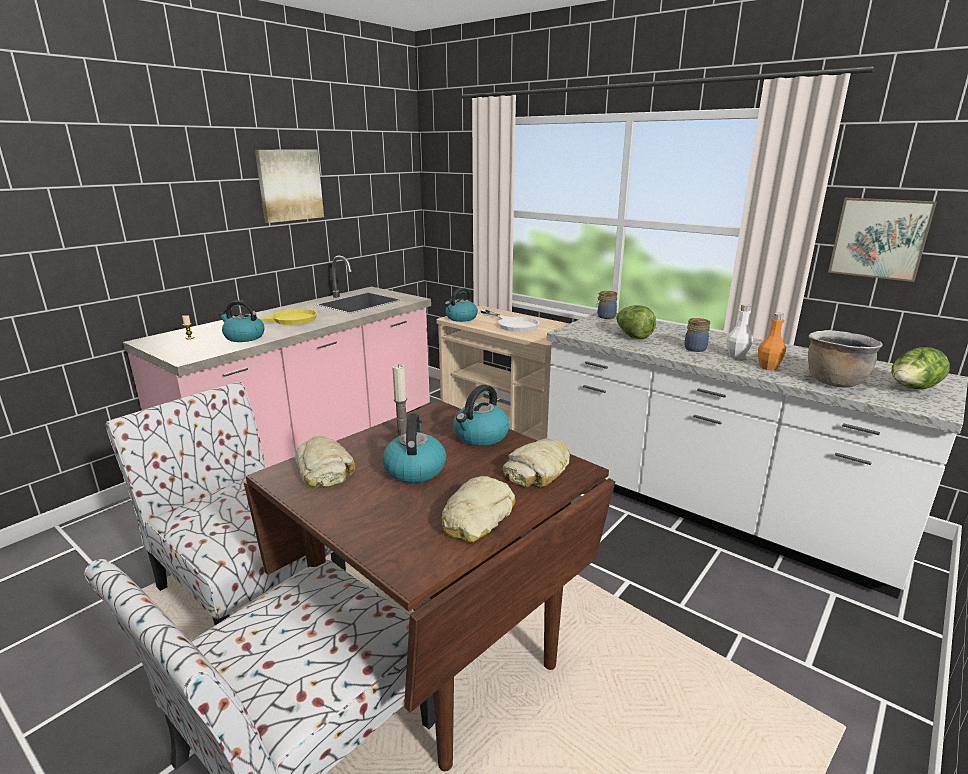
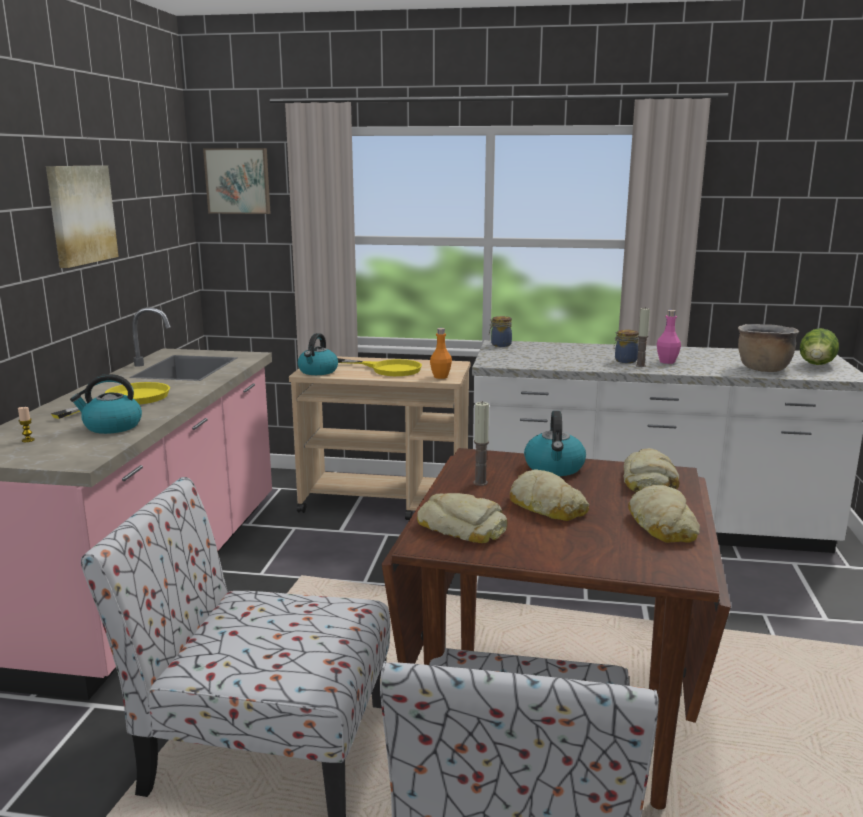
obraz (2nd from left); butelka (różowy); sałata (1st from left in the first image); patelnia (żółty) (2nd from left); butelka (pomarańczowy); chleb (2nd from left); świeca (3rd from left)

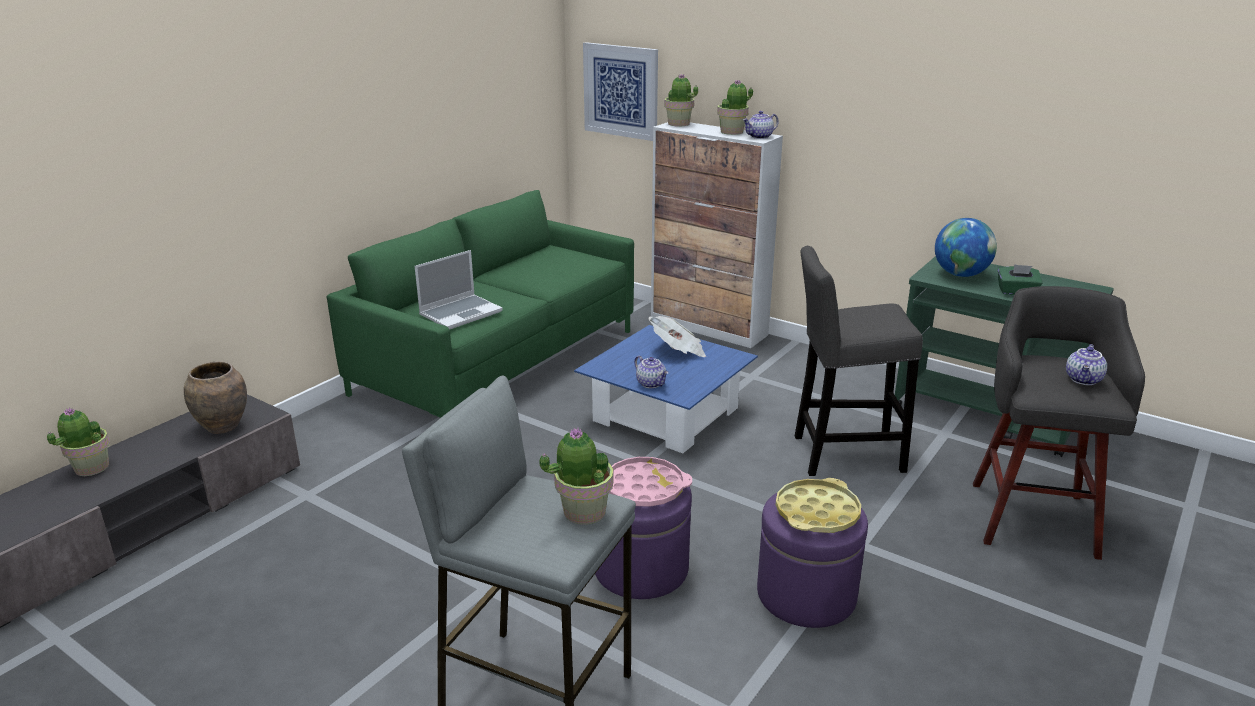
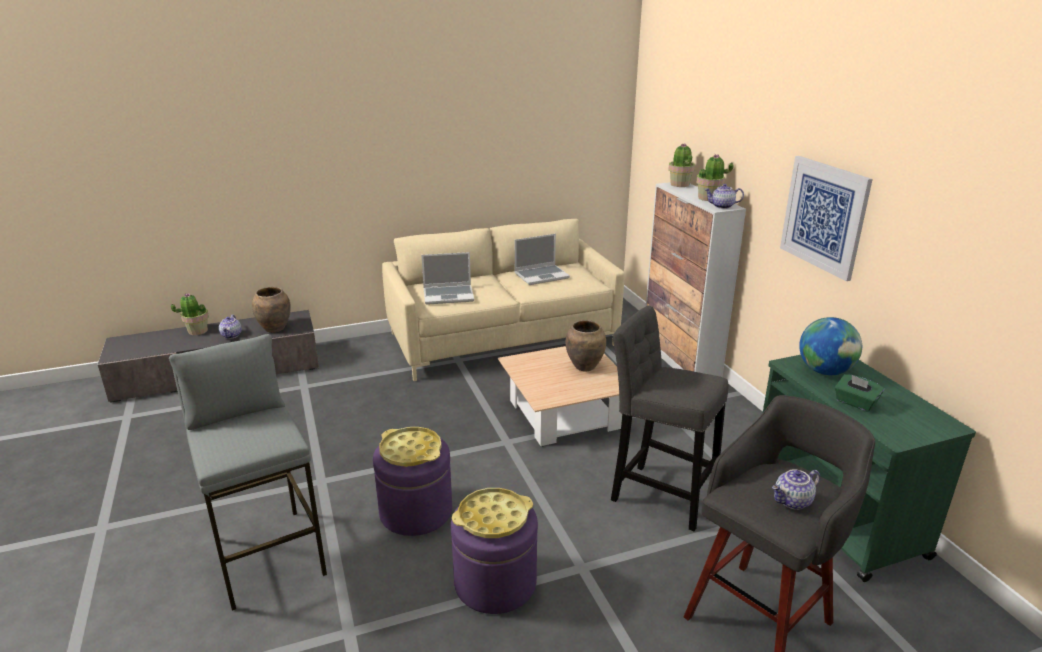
obraz; kanapa (beżowy); wazon (brązowy) (2nd from left); ława (beżowy); imbryk (1st from left); roślina doniczkowa (2nd from left in the first image); taca (żółty) (1st from left); laptop (2nd from left)

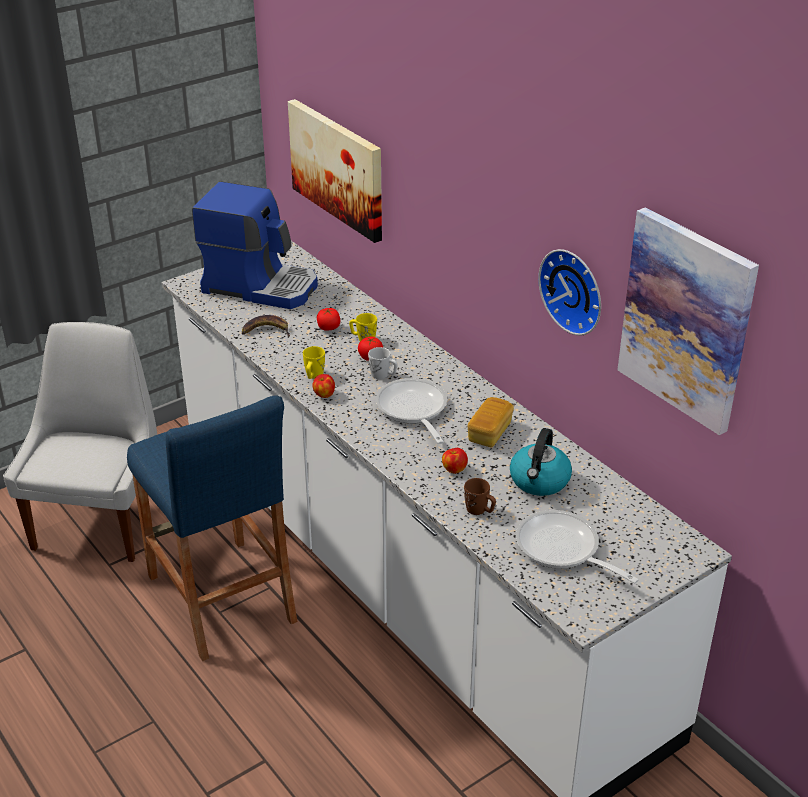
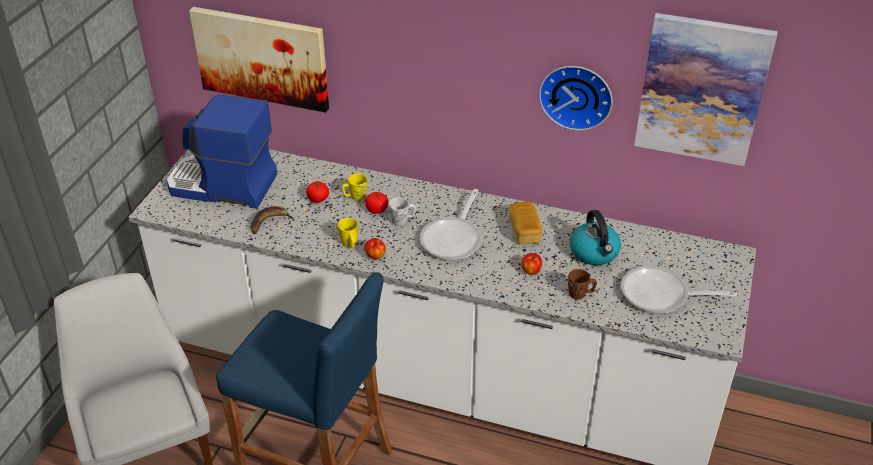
ekspres do kawy; patelnia (1st from left)

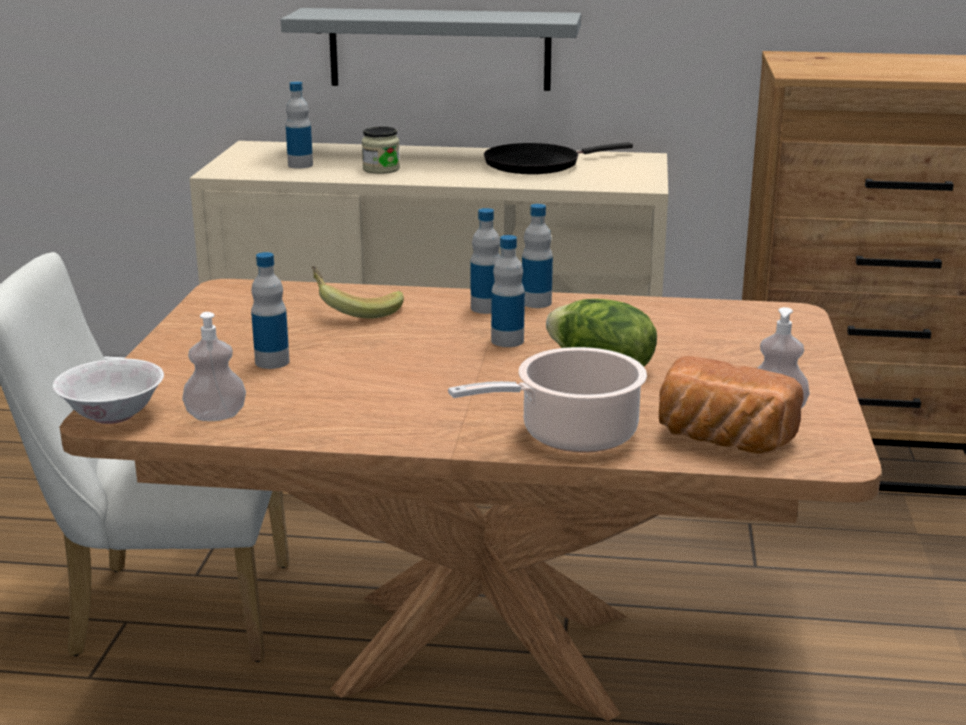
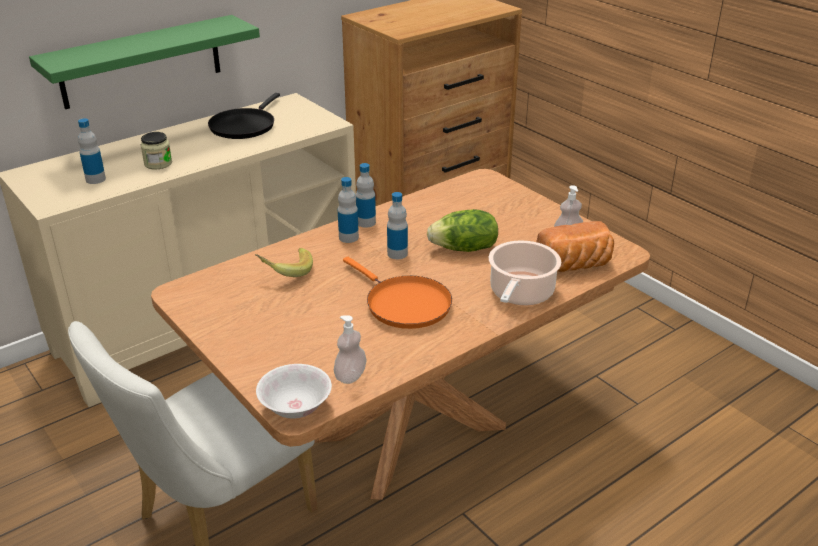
półka (zielony); butelka (1st from left in the first image); patelnia (pomarańczowy)

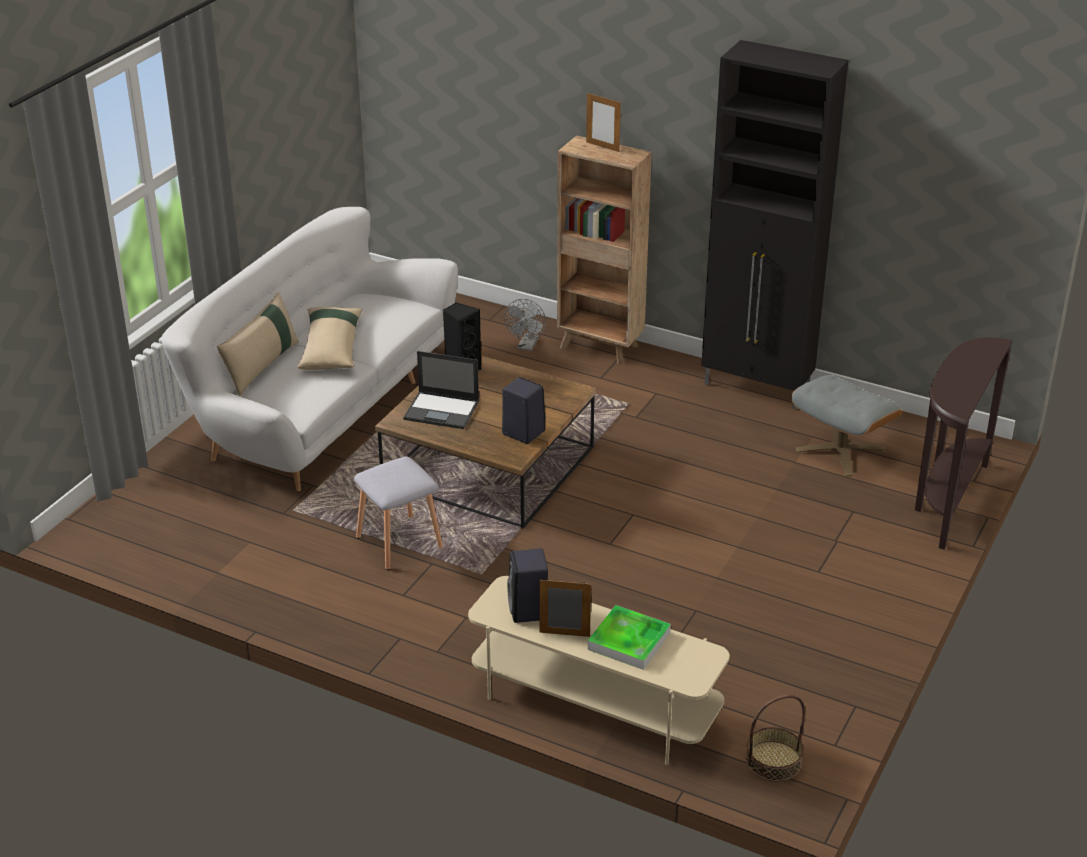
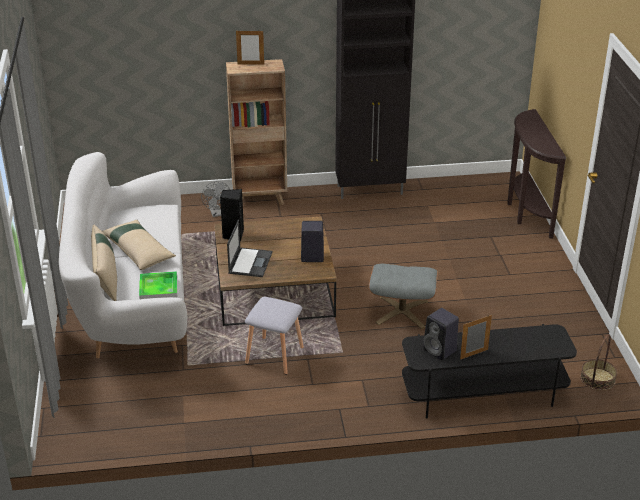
laptop; pufa (szary); szafka pod telewizor (czarny); taca

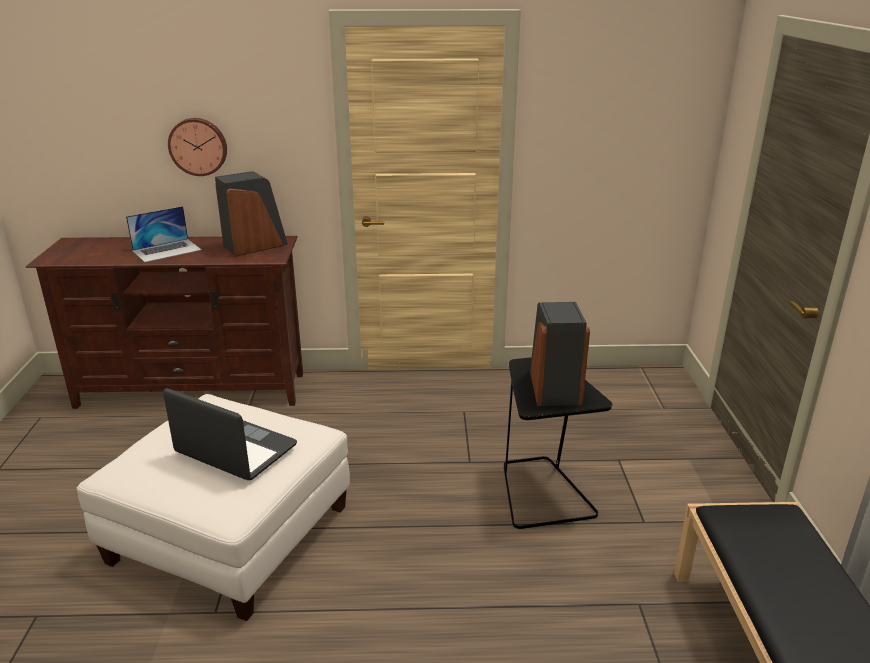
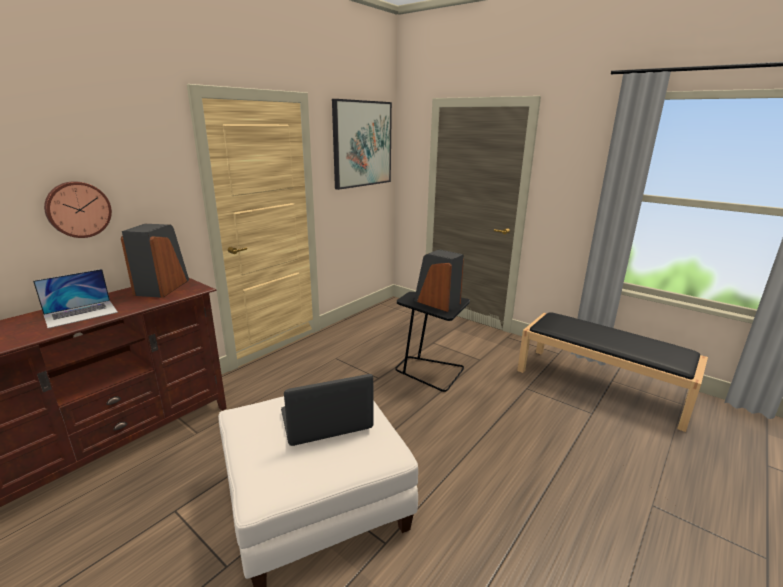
laptop (1st from left); obraz

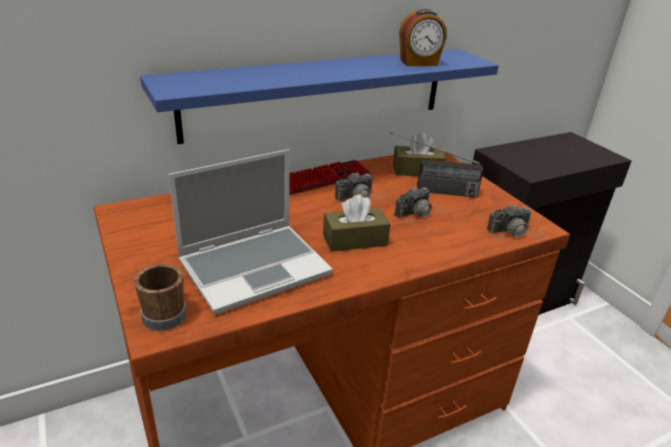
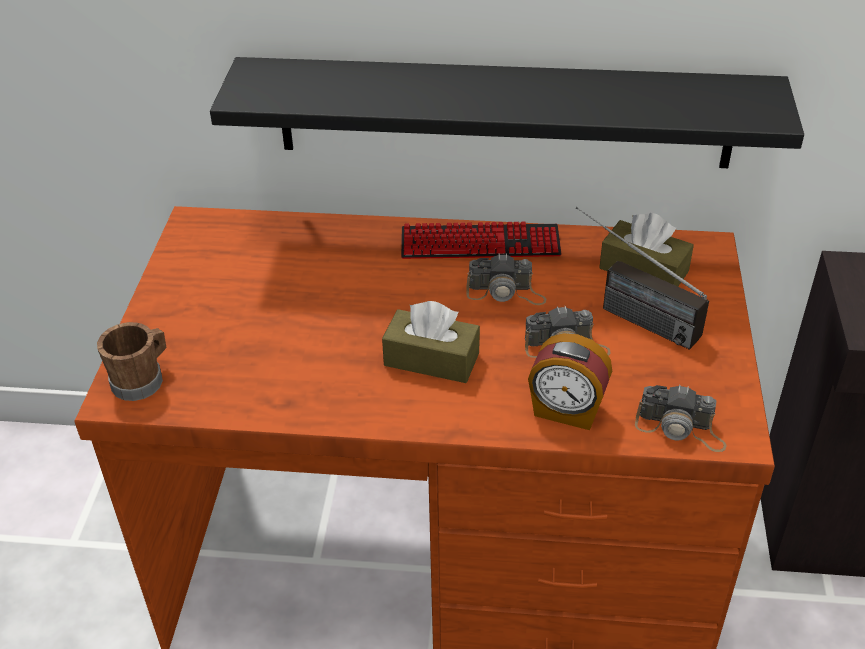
budzik; półka (czarny); laptop

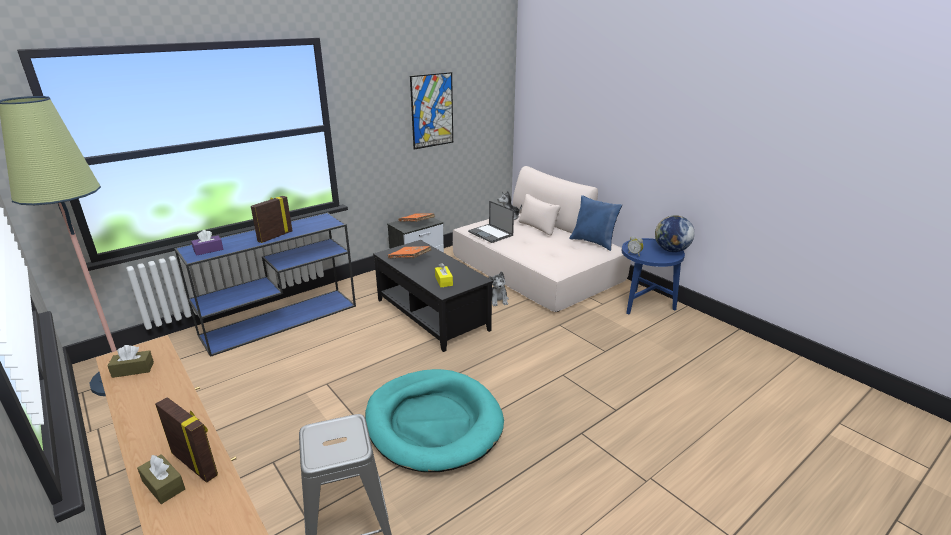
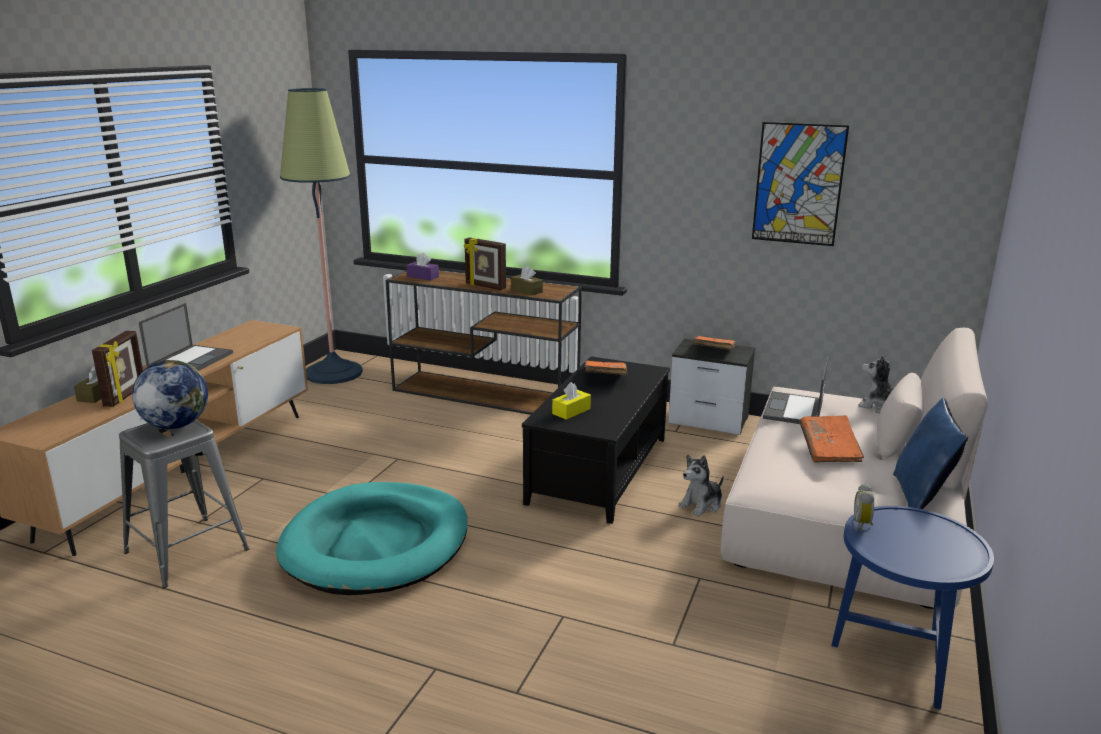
ramka na zdjęcie (2nd from left); stolik konsolowy (brązowy); globus; pudełko chusteczek (brązowy) (2nd from left); laptop (1st from left); książka (pomarańczowy) (3rd from left)

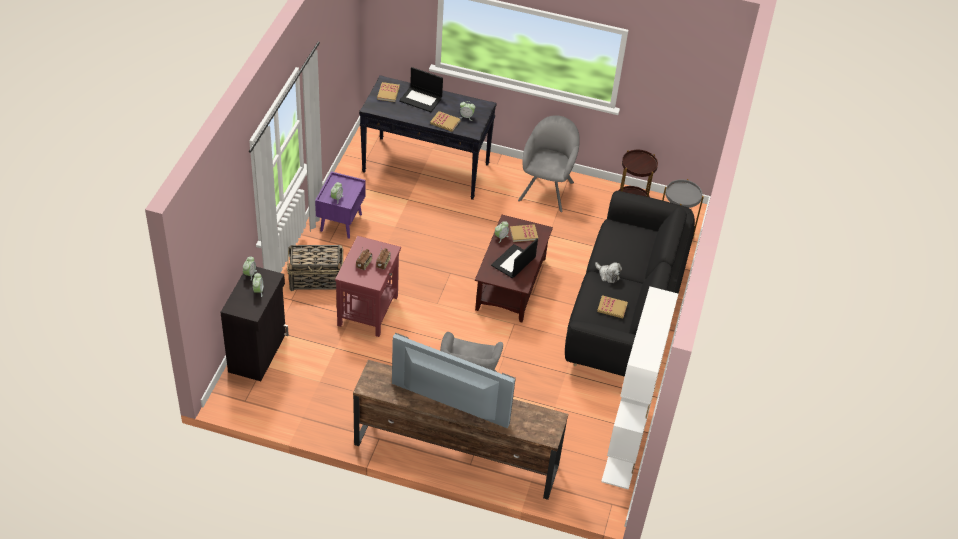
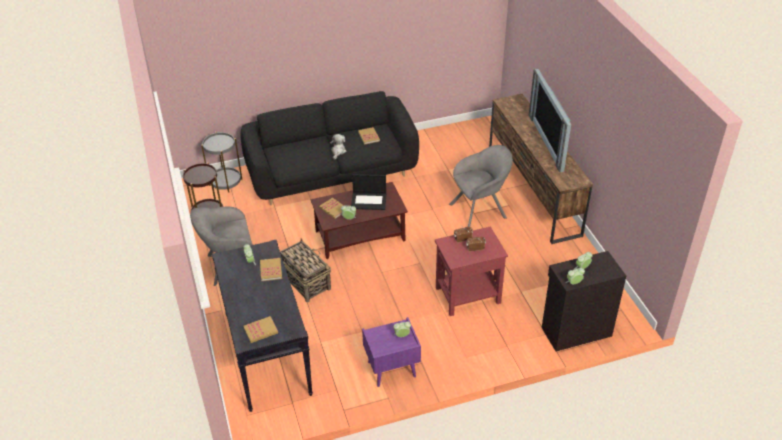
laptop (1st from left in the first image); koszyk; regał (biały)

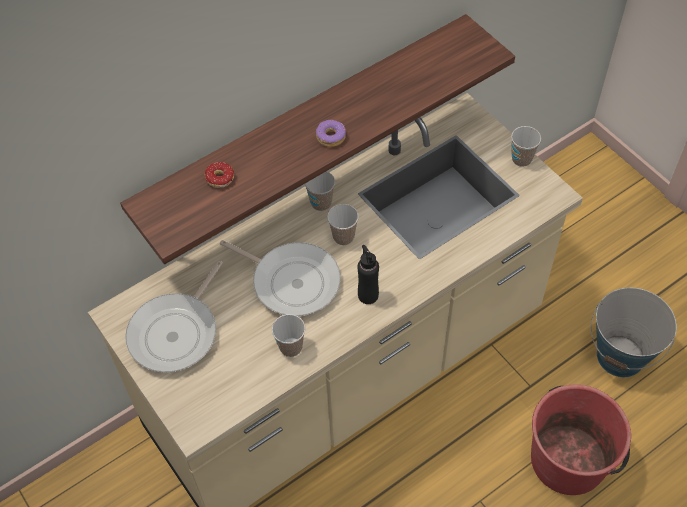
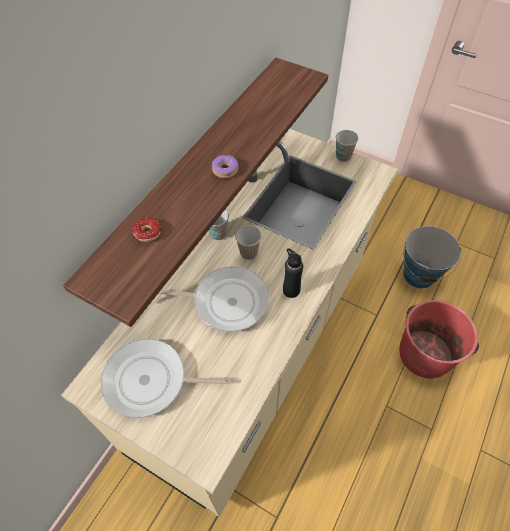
patelnia (1st from left); filiżanka (1st from left in the first image)

